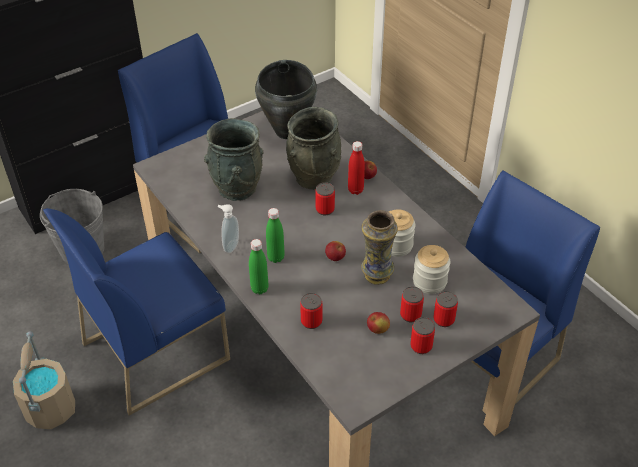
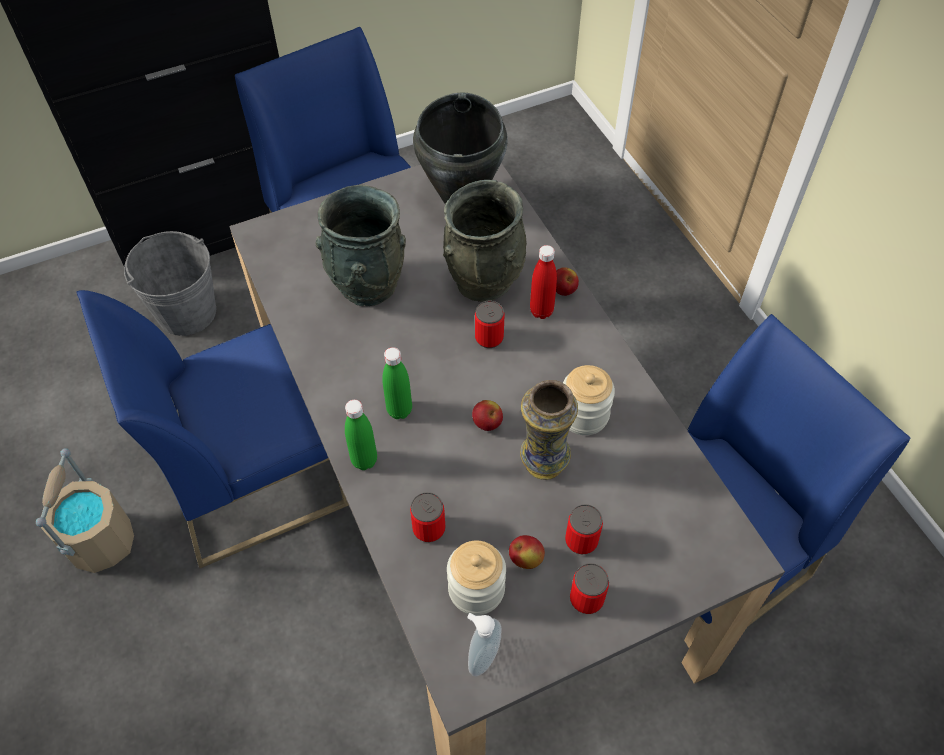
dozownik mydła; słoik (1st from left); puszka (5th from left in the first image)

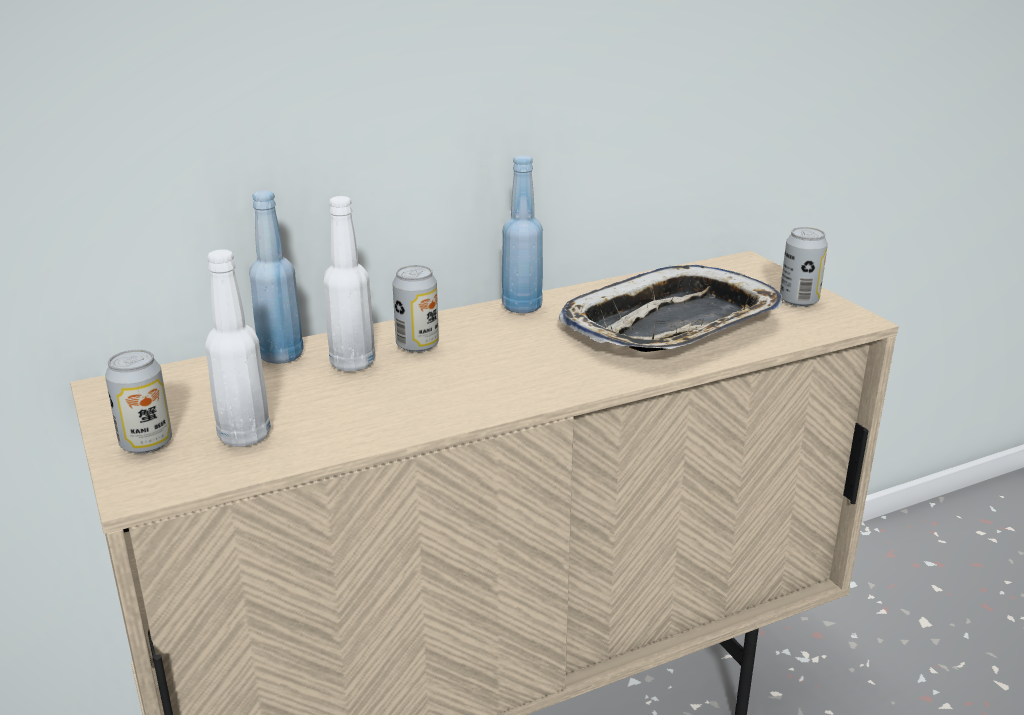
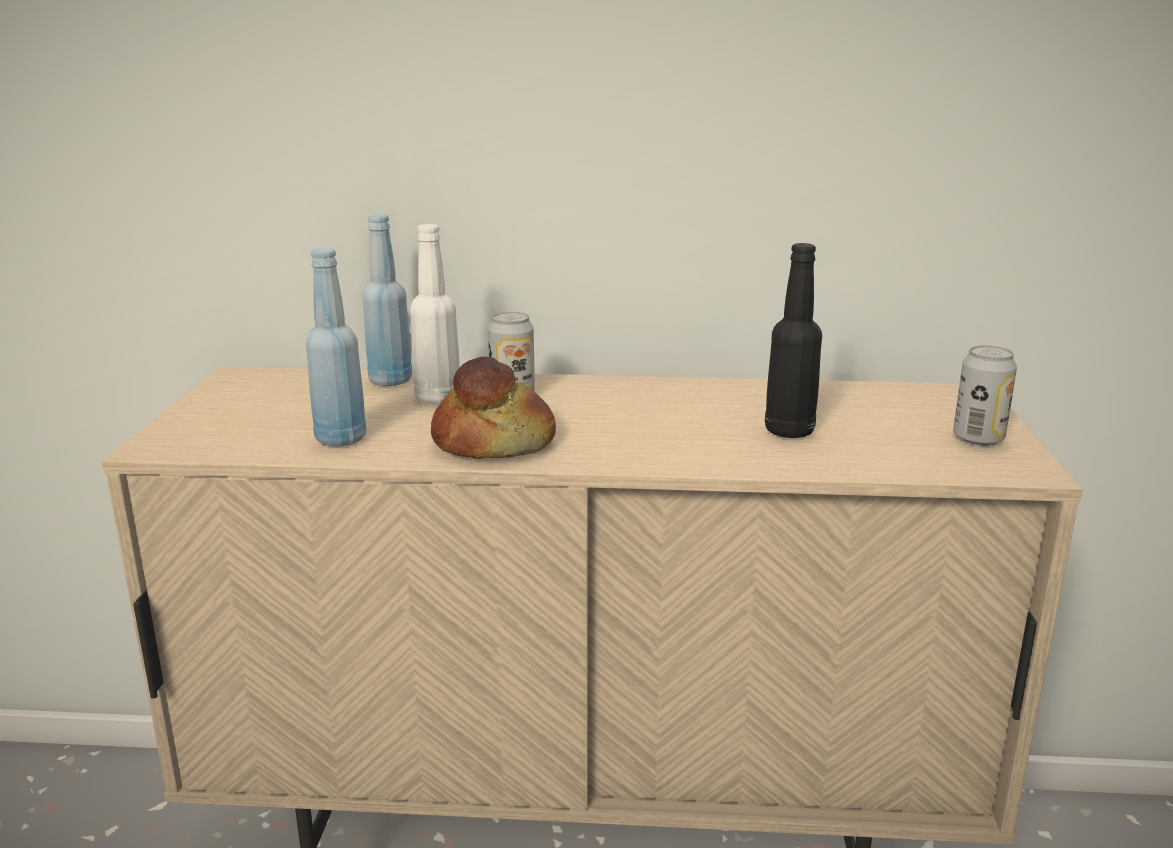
butelka (niebieski) (1st from left); butelka (biały) (1st from left in the first image); butelka (czarny); puszka (1st from left in the first image); chleb

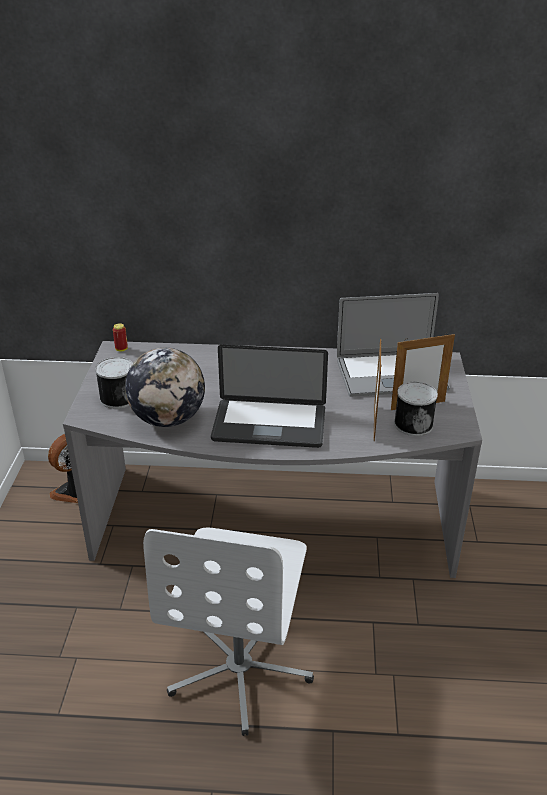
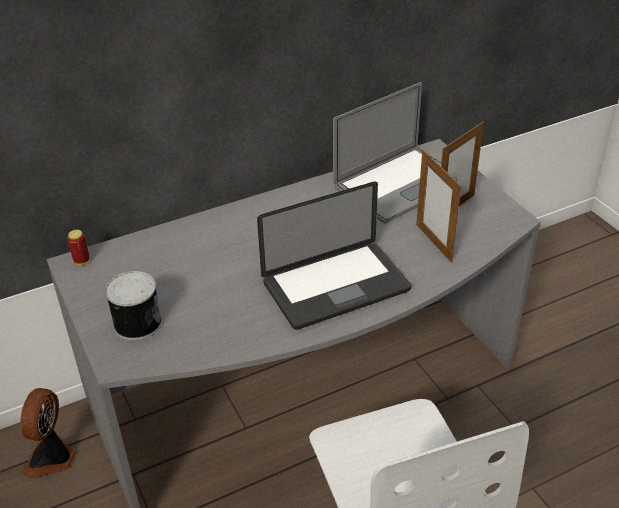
globus; puszka (3rd from left in the first image)

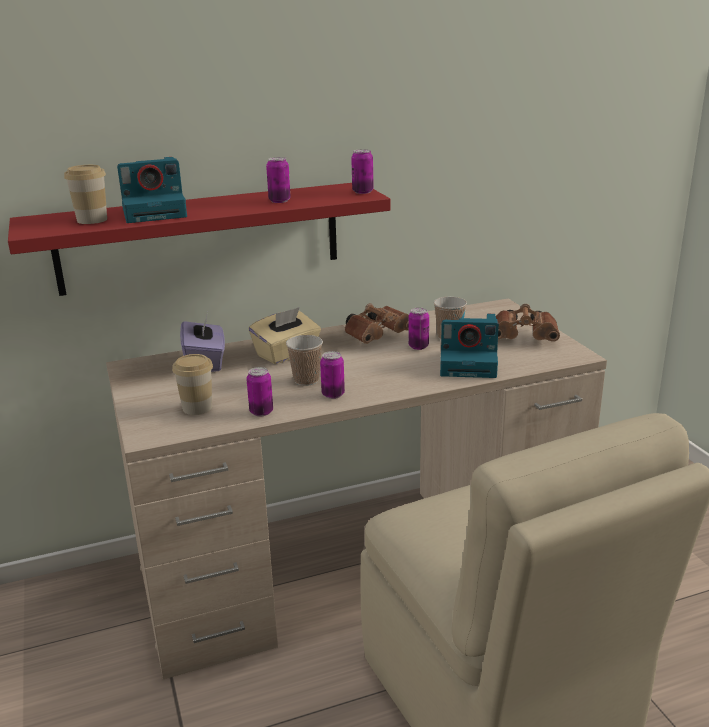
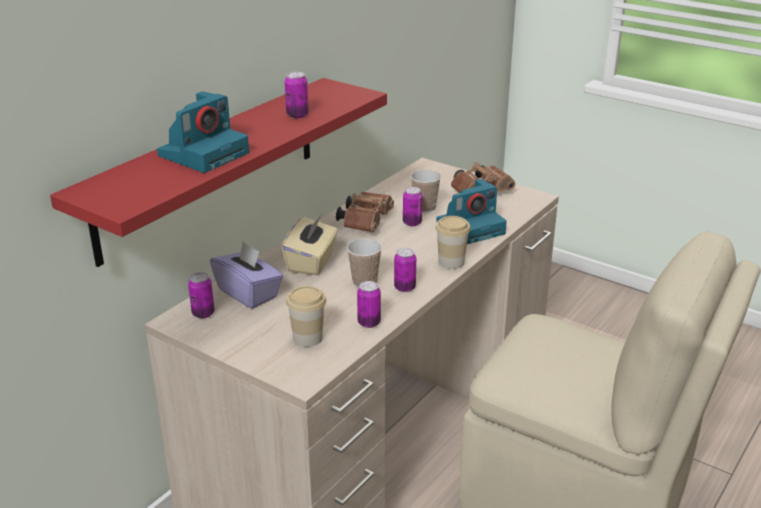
puszka (1st from left); filiżanka (4th from left)

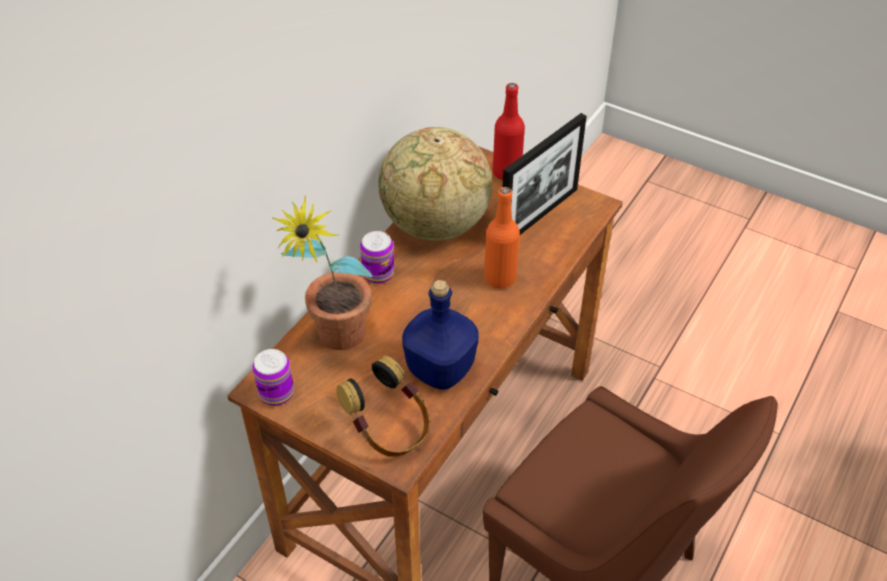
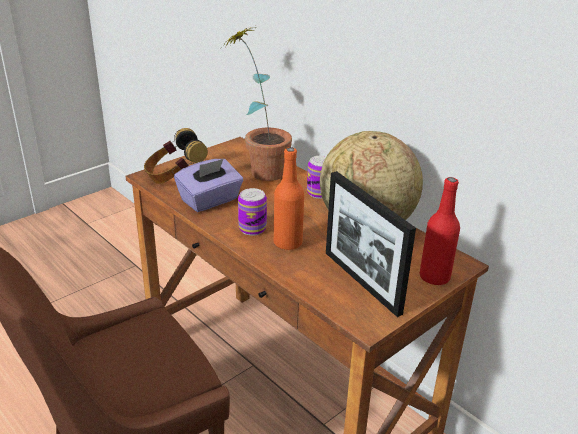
pudełko chusteczek (fioletowy); puszka (1st from left)

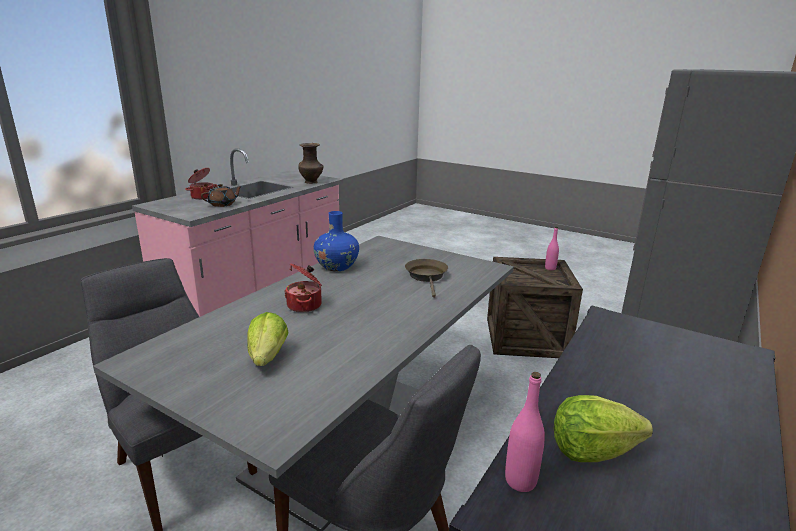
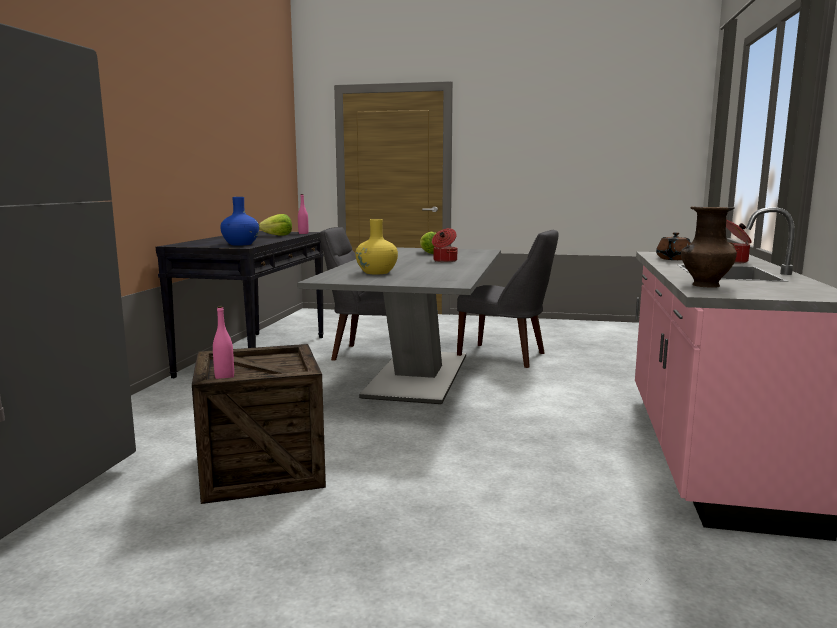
wazon (niebieski); wazon (żółty)

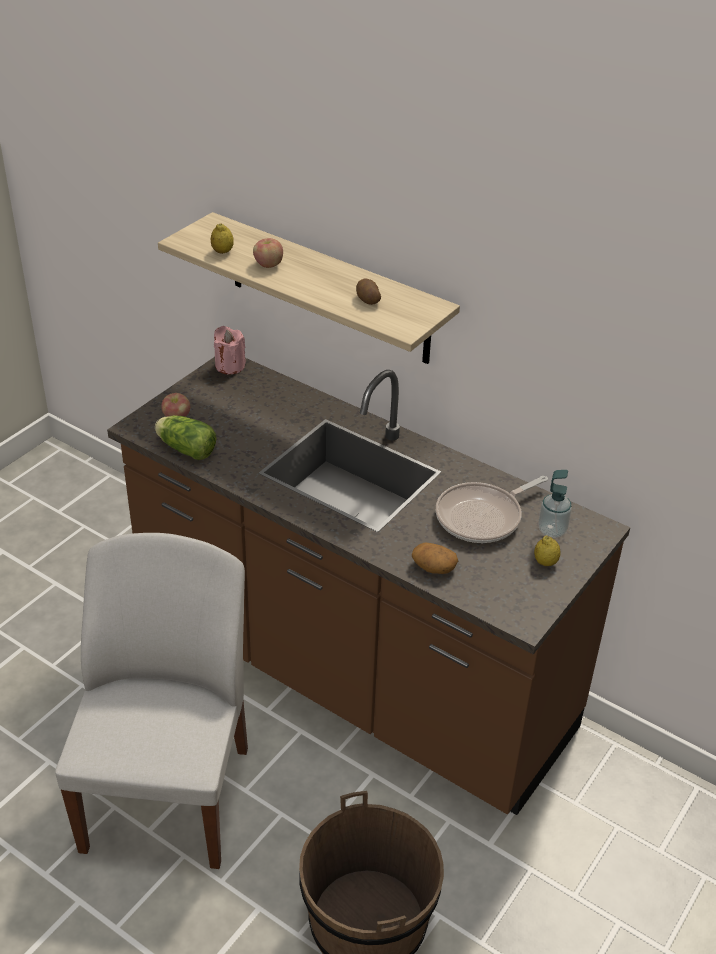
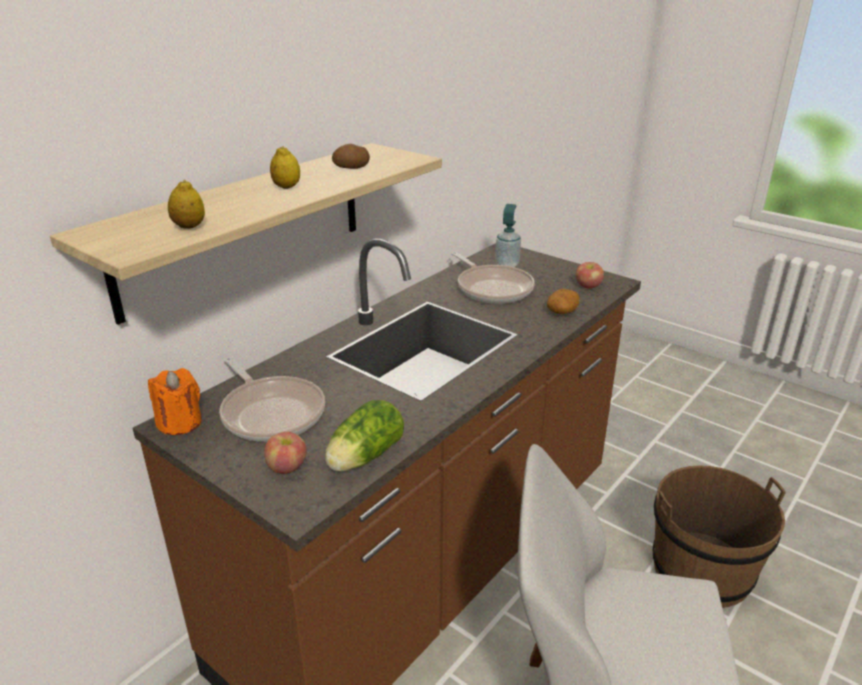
jabłko (2nd from left); świeca (pomarańczowy); cytryna (2nd from left); patelnia (1st from left)

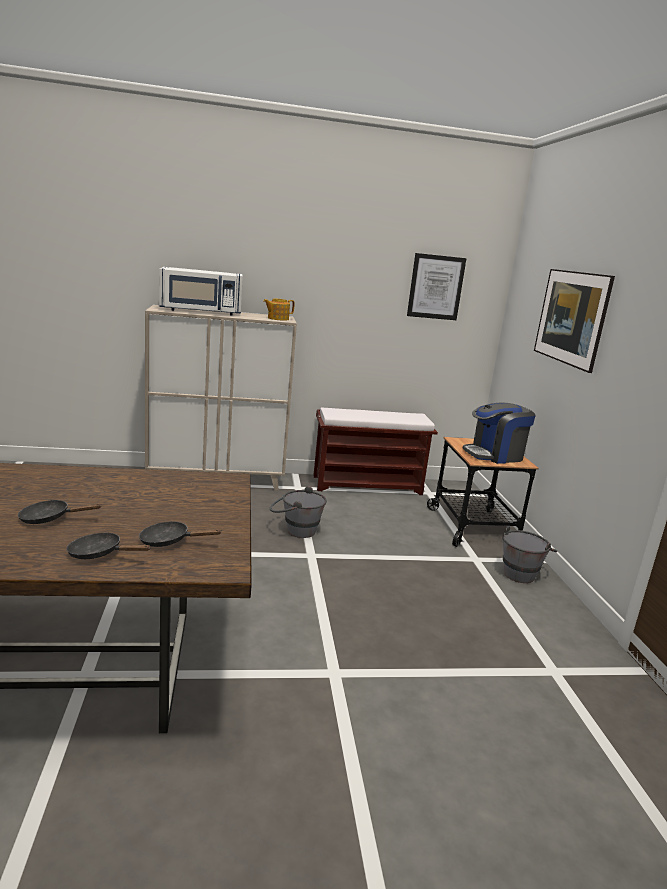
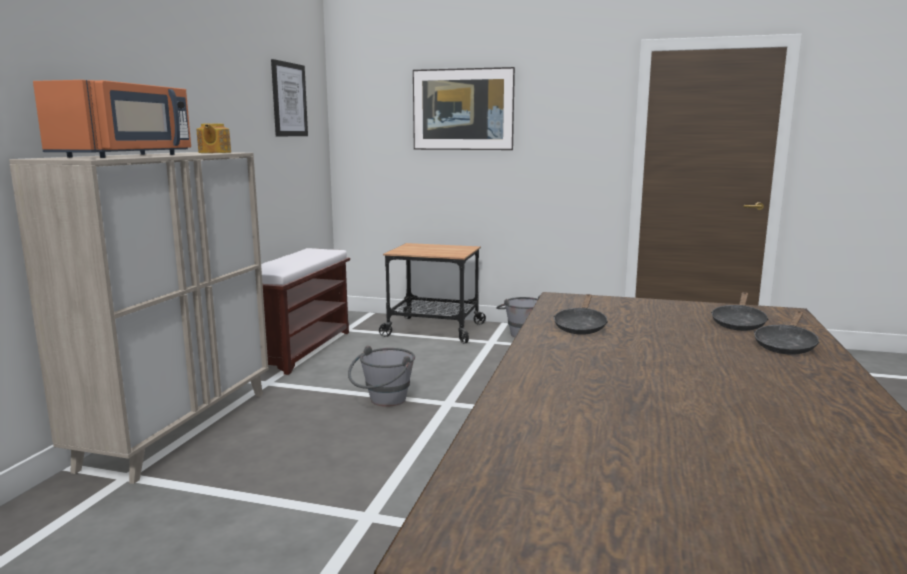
mikrofalówka (pomarańczowy); ekspres do kawy; patelnia (czarny) (1st from left)

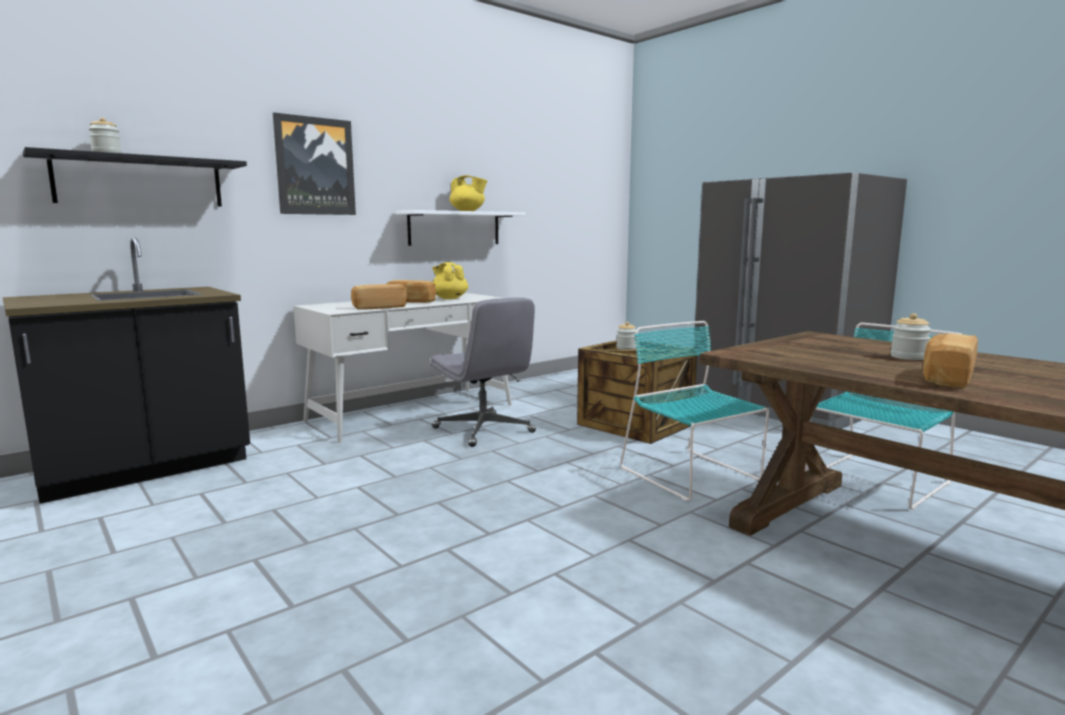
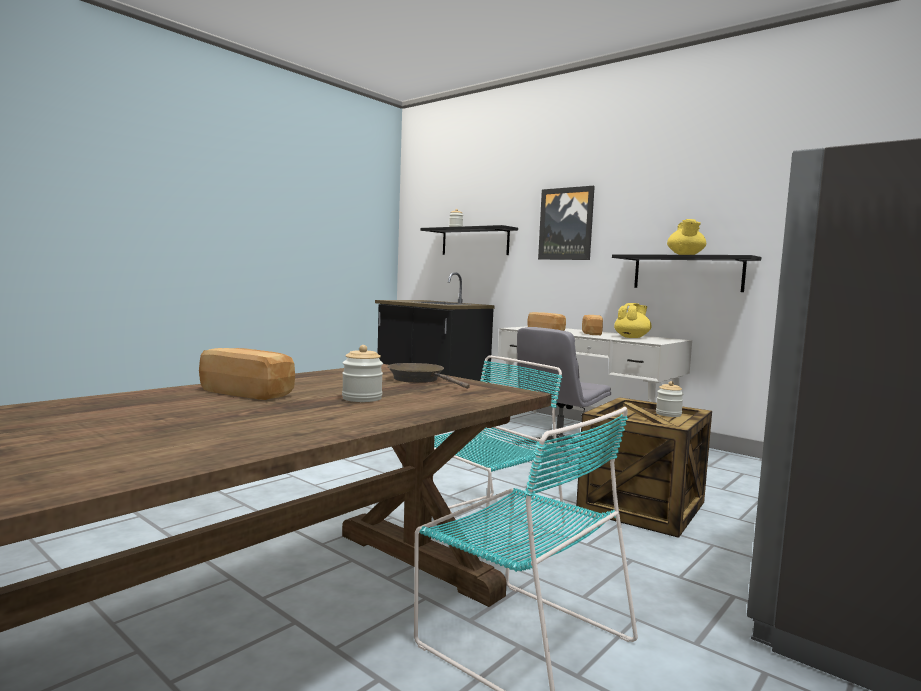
półka (czarny) (2nd from left); patelnia (brązowy)

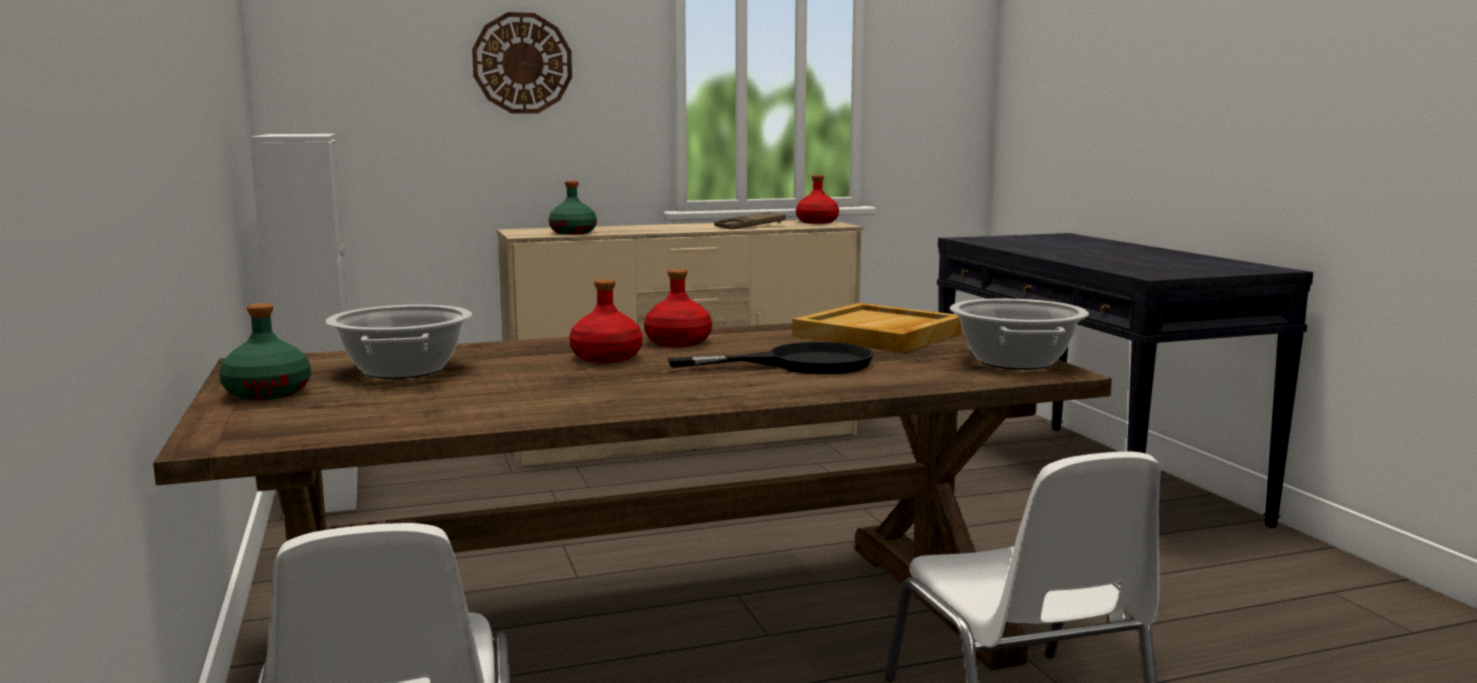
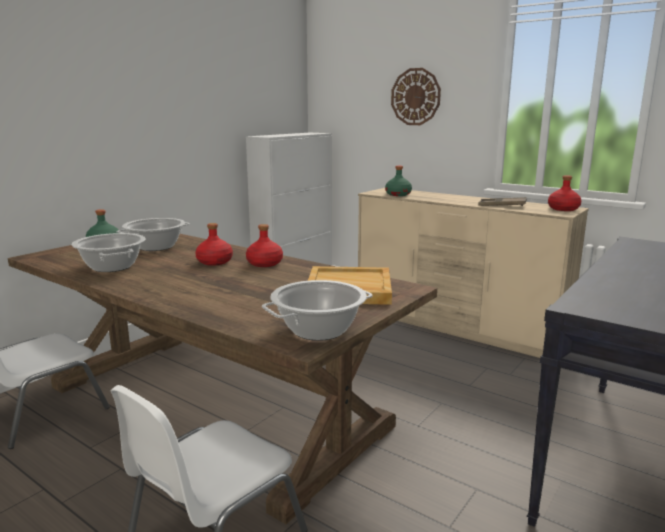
patelnia (czarny); garnek (1st from left)

